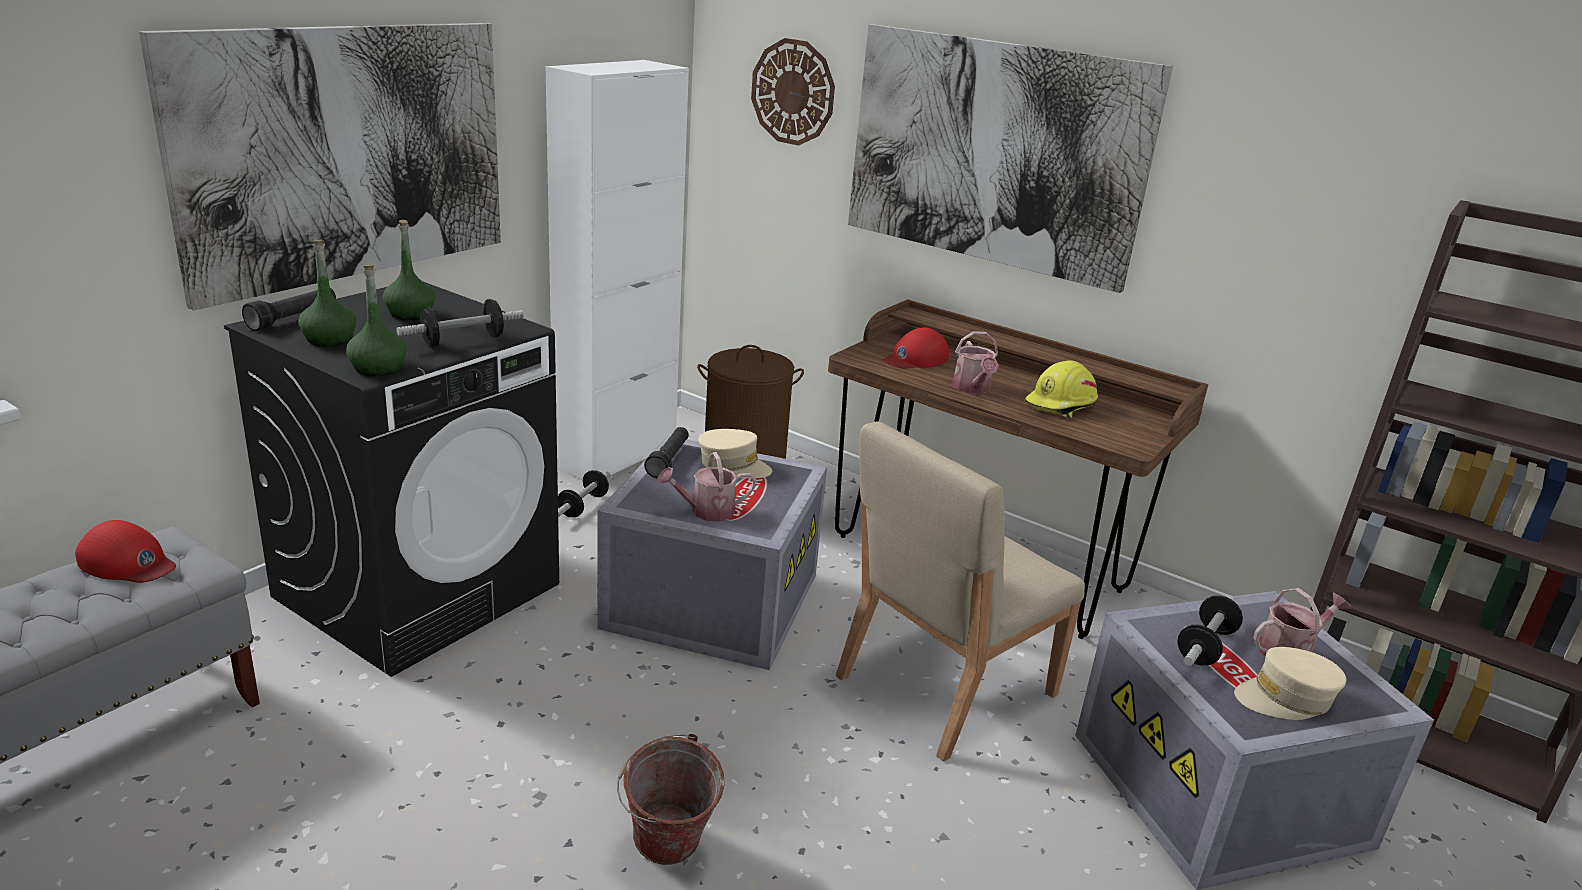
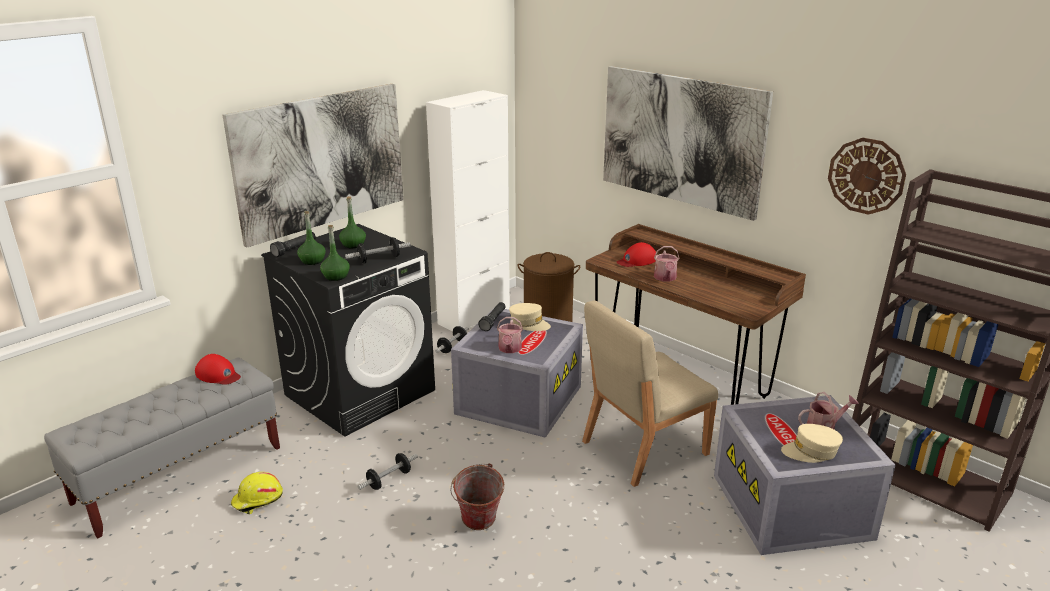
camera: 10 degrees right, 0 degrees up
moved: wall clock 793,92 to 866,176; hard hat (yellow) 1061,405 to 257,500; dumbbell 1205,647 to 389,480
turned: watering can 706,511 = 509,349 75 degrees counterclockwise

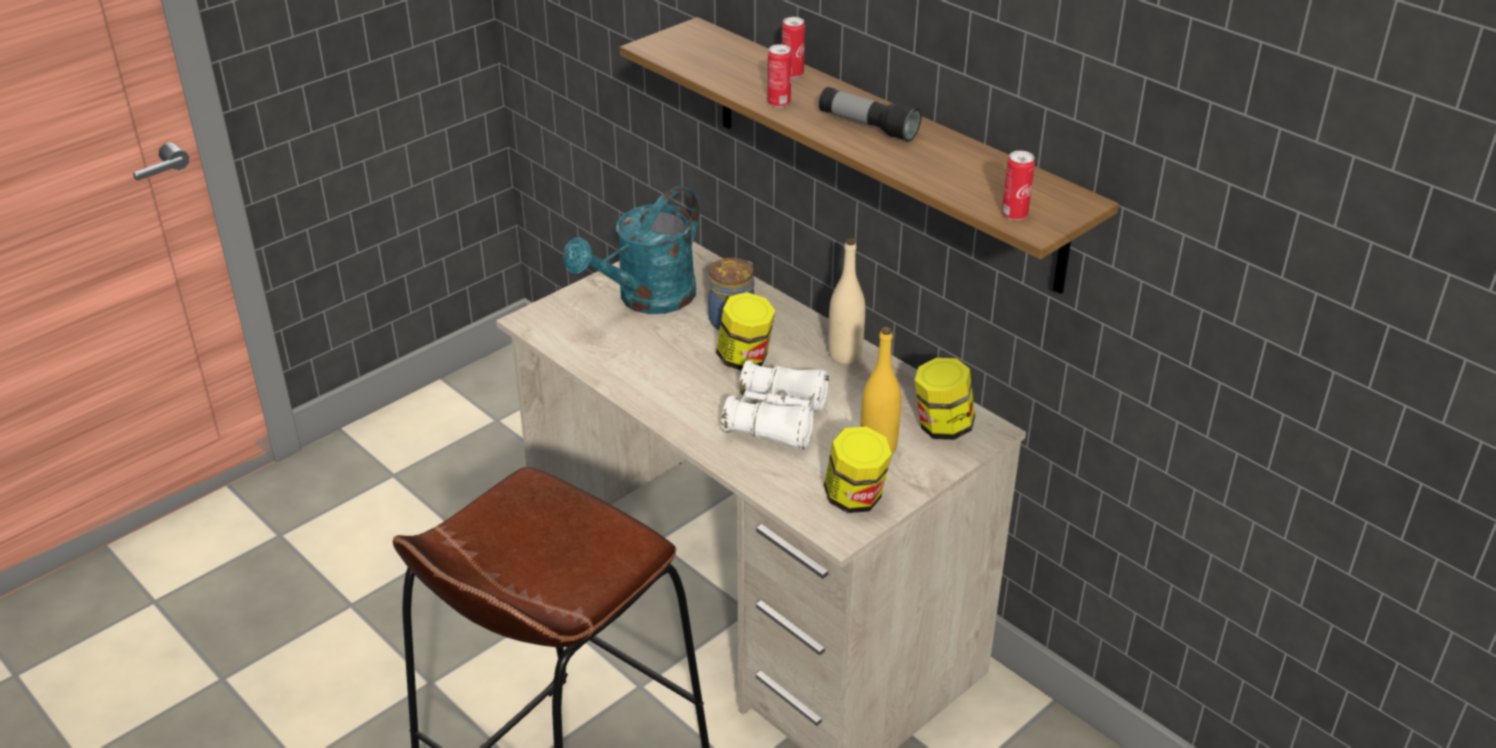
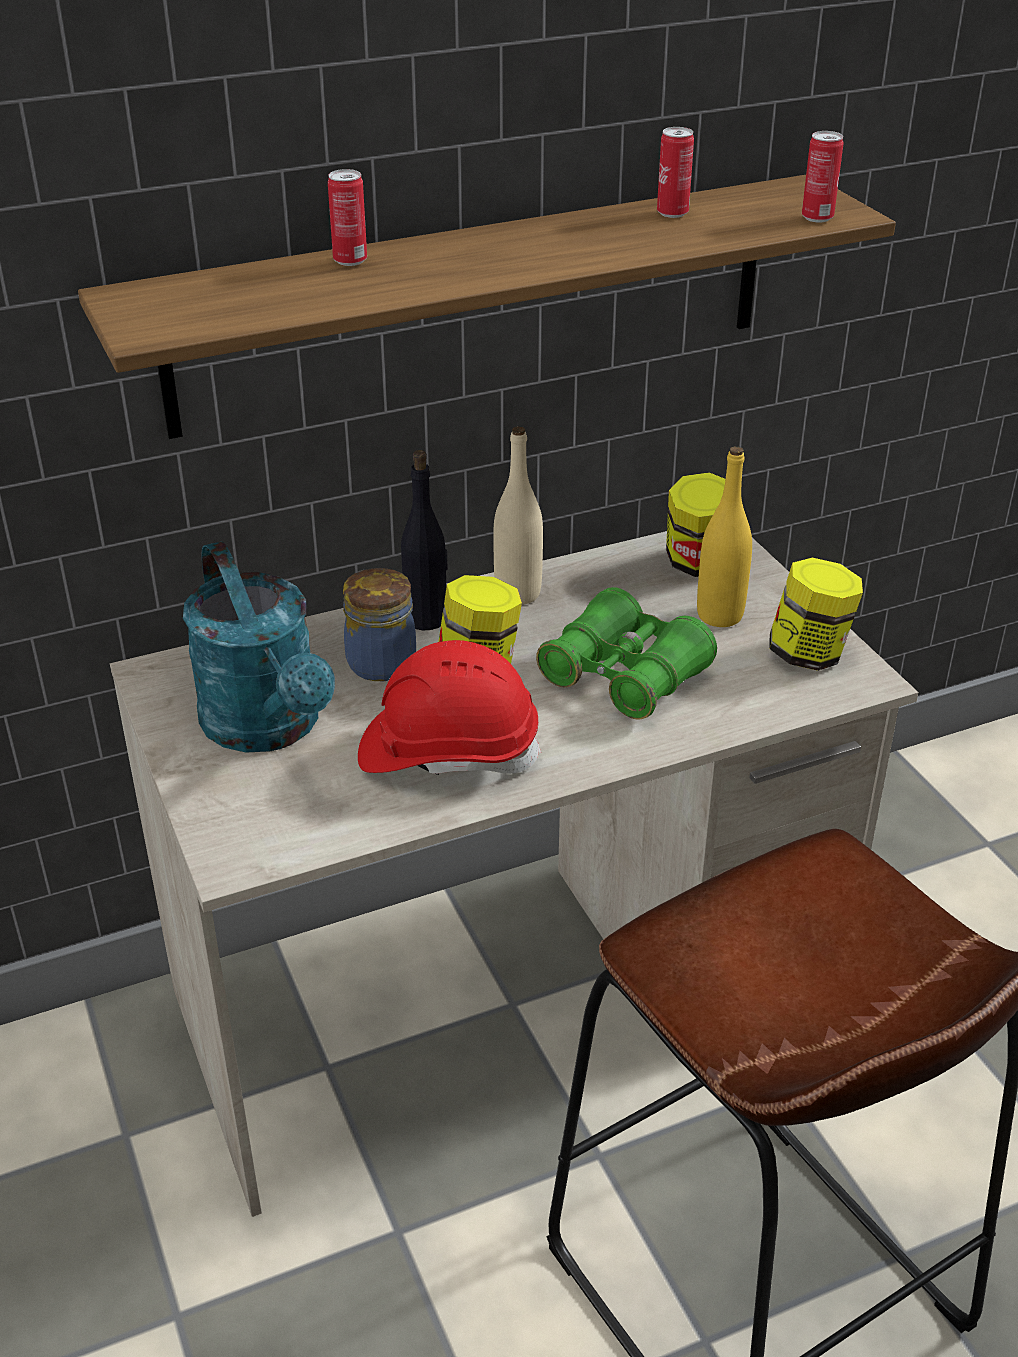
camera: 70 degrees left, 0 degrees up
removed: flashlight 867,127
added: hard hat (red) 448,751; bottle (black) 426,618
moved: can 779,103 to 672,213
recoloured: binoculars (white) 776,419 to binoculars (green) 624,676

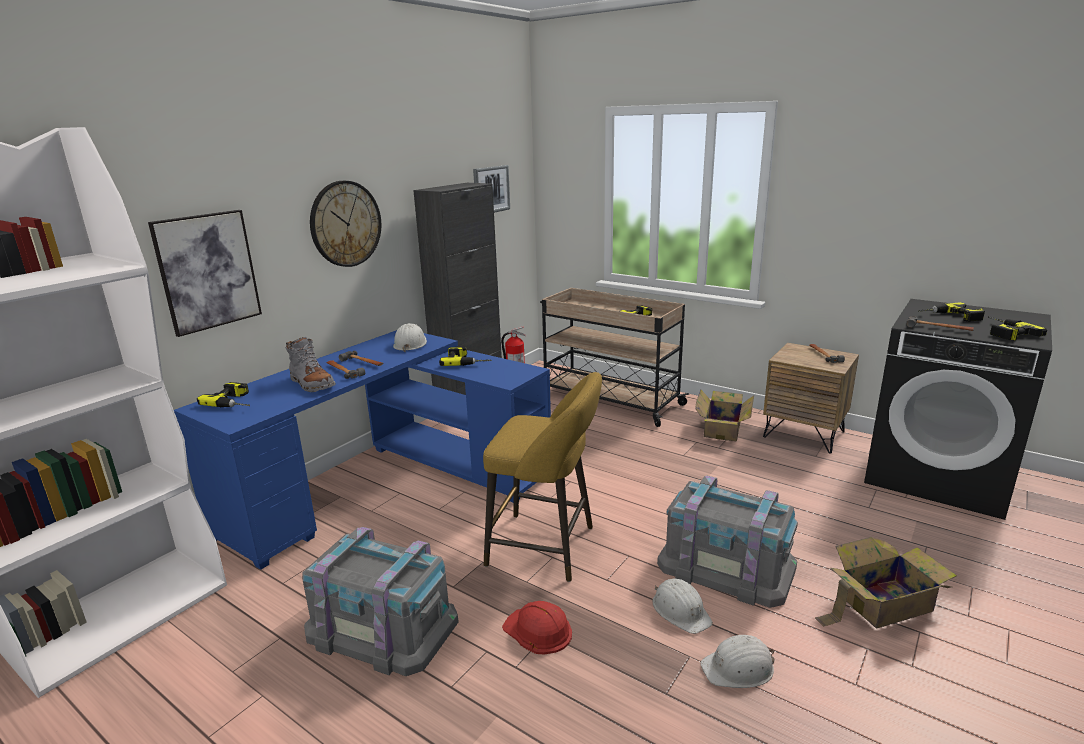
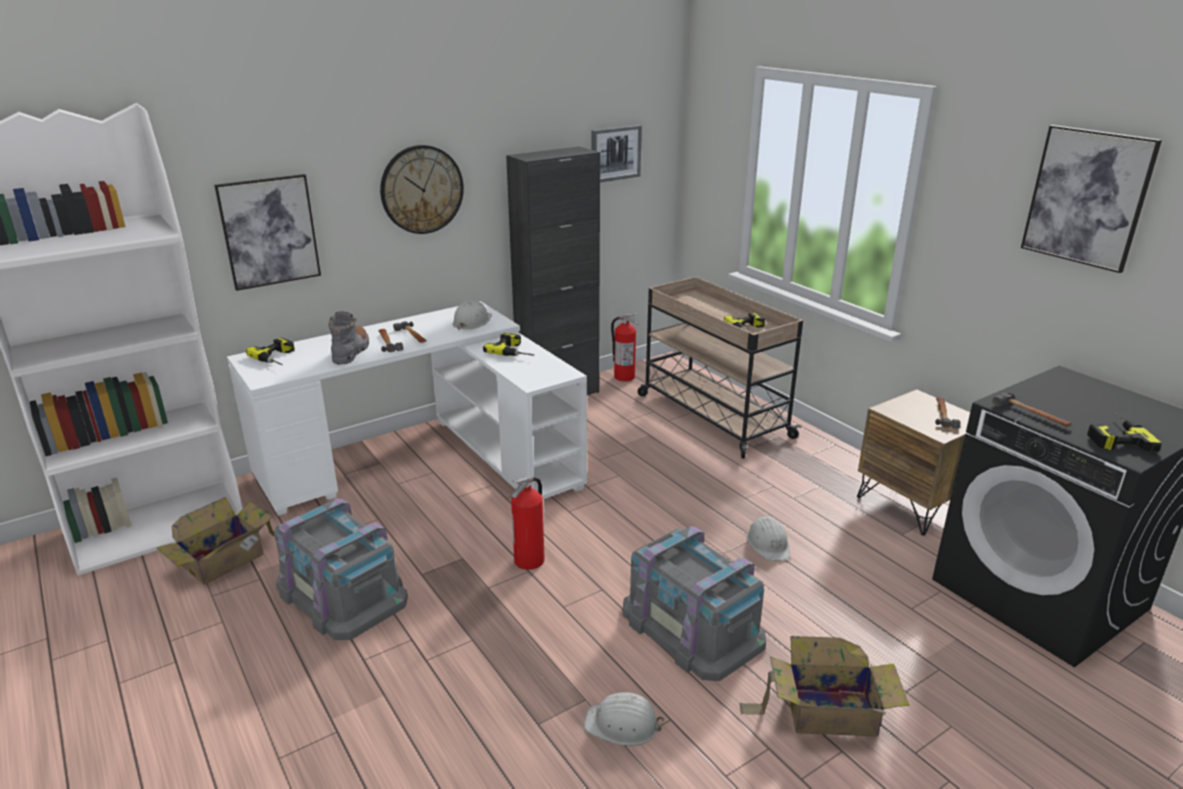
camera: 20 degrees right, 5 degrees up
removed: hard hat (red) 538,630; power drill 950,317
added: picture 1087,197
moved: hard hat (white) 680,610 to 768,544; cardboard box 723,428 to 227,559
replaced: stool (yellow) 547,547 to fire extinguisher 530,560
recoloured: desk (blue) 388,484 to desk (white) 429,460
turned: boot (grey) 312,384 = 351,351 150 degrees counterclockwise

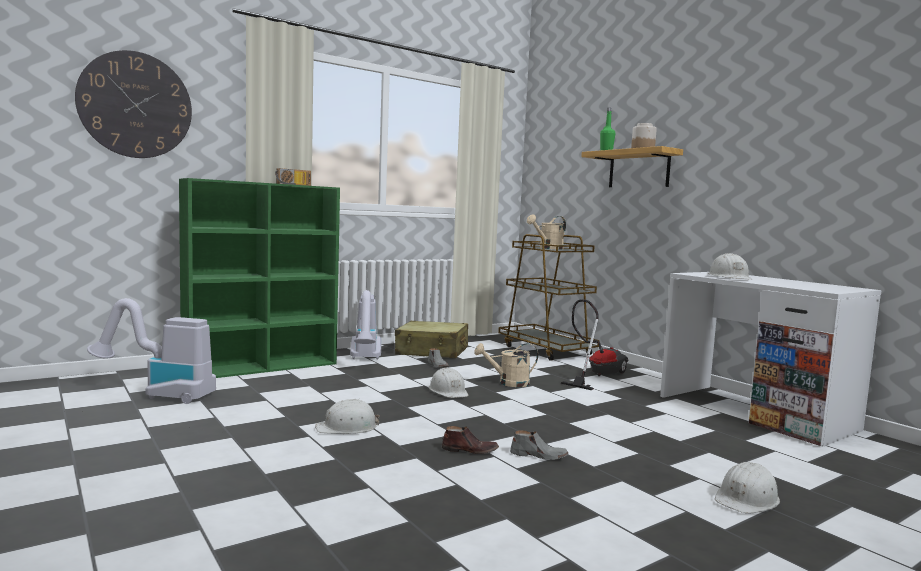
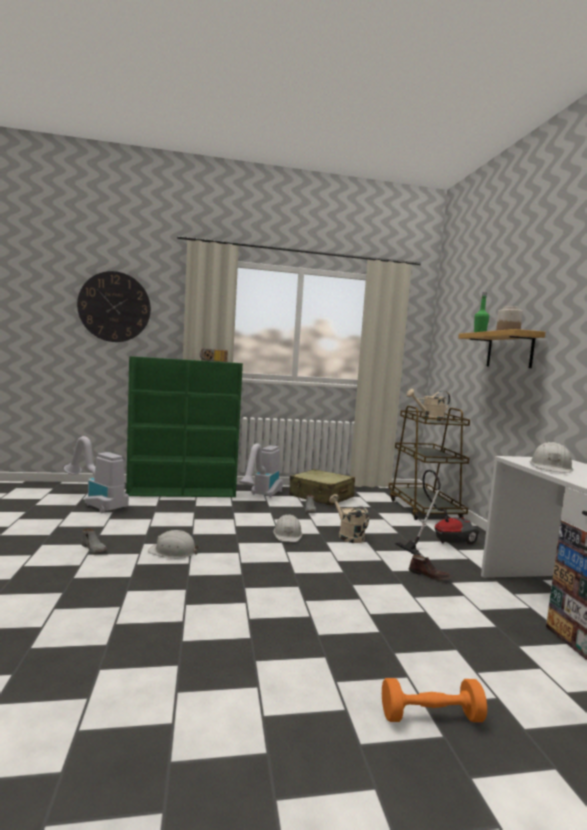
camera: 25 degrees right, 0 degrees up
moved: shoe (brown) 470,450 to 429,575; shoe (grey) 538,456 to 94,548
replaced: hard hat (white) 747,499 to dumbbell (orange) 431,716
turned: watering can (beige) 508,383 = 348,535 45 degrees clockwise

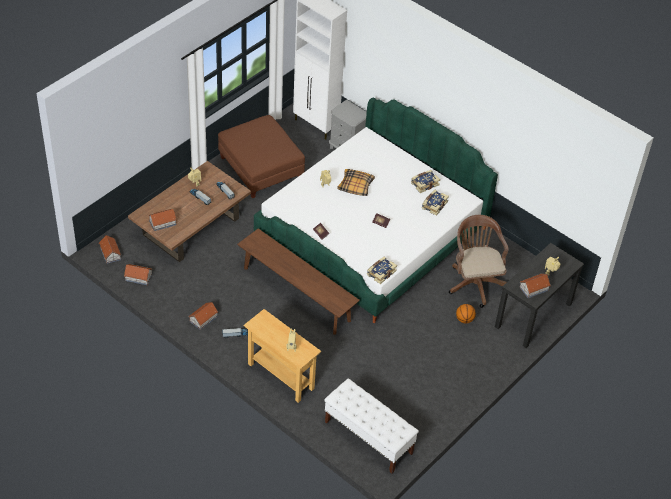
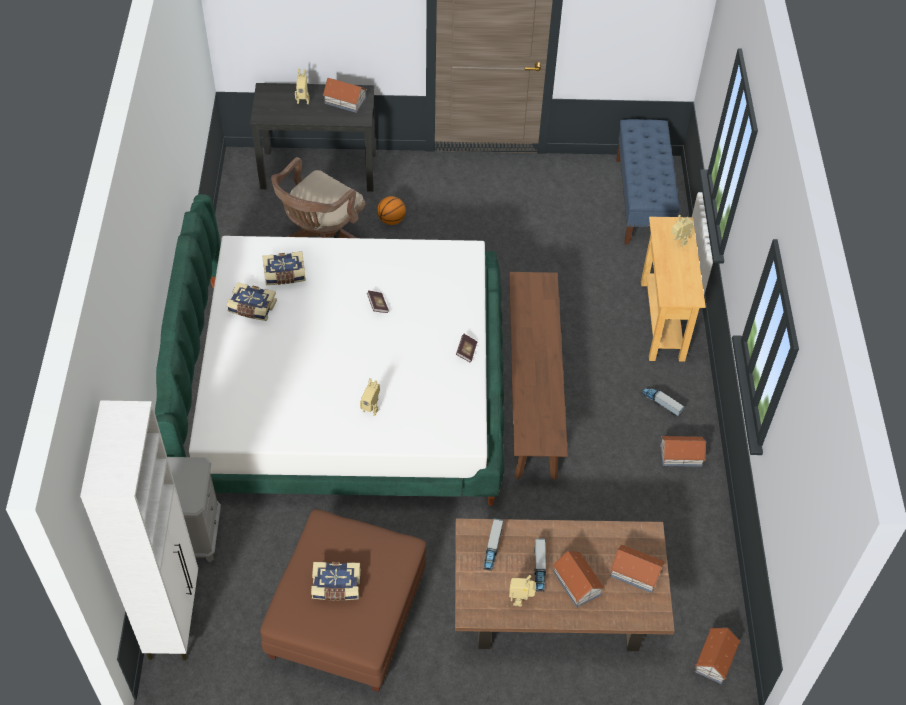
camera: 130 degrees left, 5 degrees up
removed: pillow 355,186
moved: toy house 138,277 to 577,584; book 381,273 to 336,586
recoloured: bench (white) 368,437 to bench (blue) 642,201

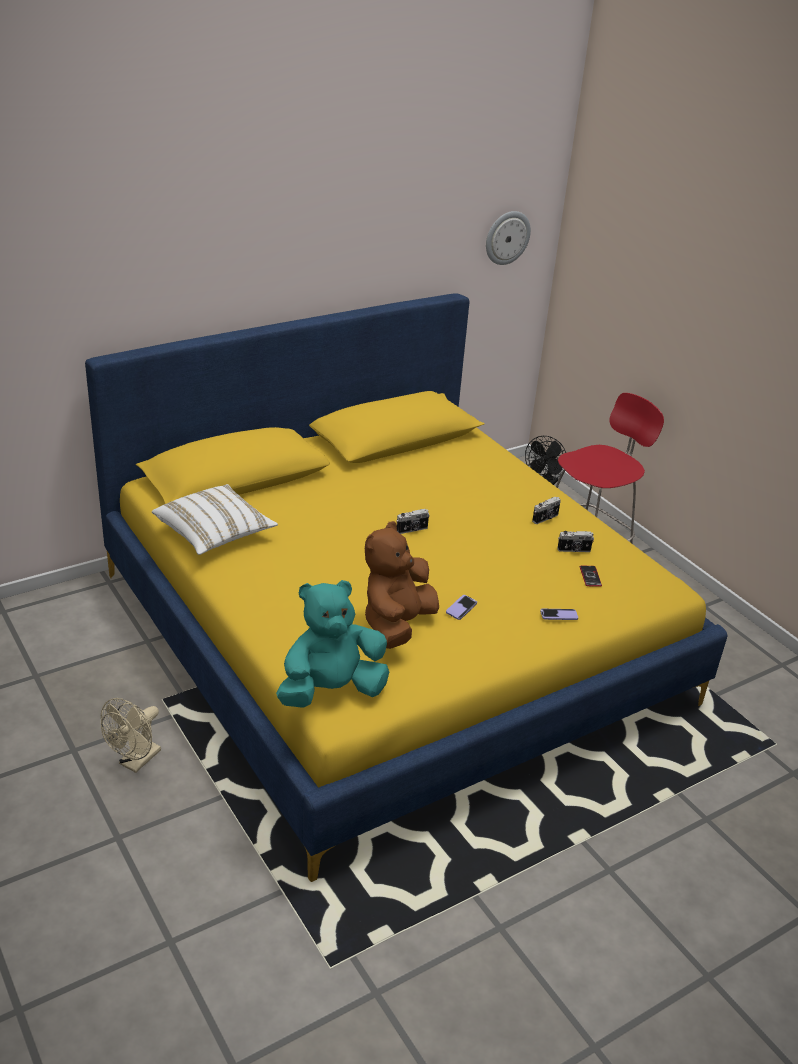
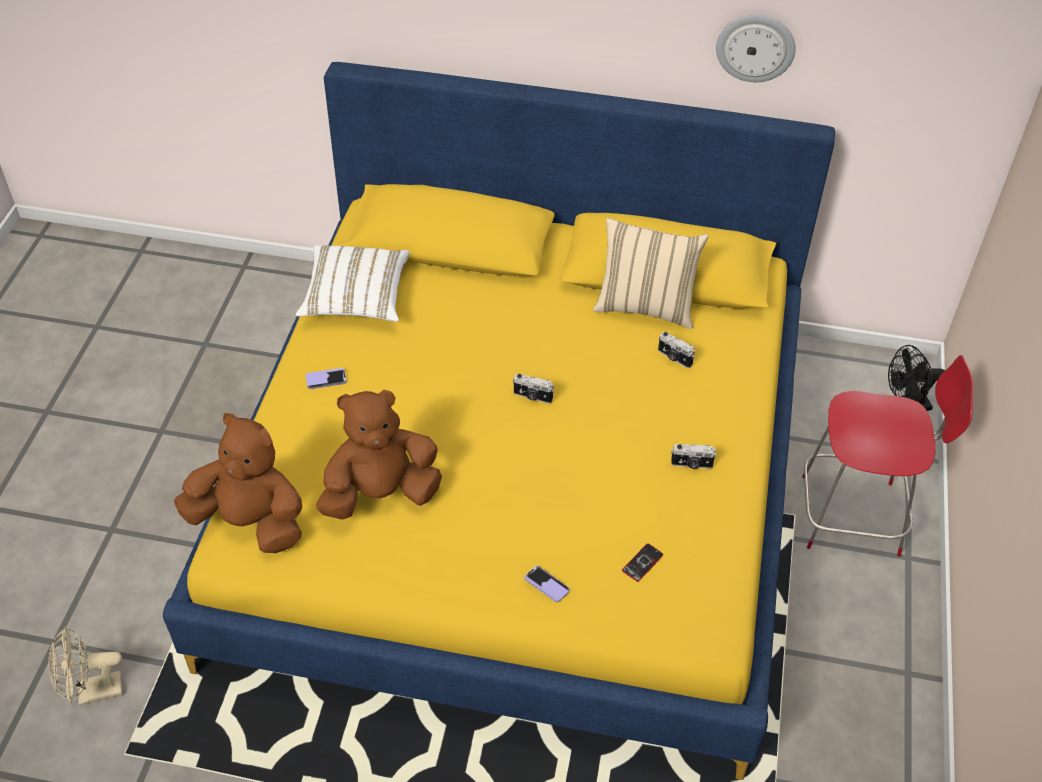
camera: 45 degrees right, 15 degrees up
added: pillow (beige) 645,307
moved: fan (beige) 136,762 to 92,692; phone 461,608 to 326,379; wall clock 507,237 to 755,47; photo camera 574,550 to 674,358
recoloured: plush toy (turquoise) 331,691 to plush toy (brown) 250,522

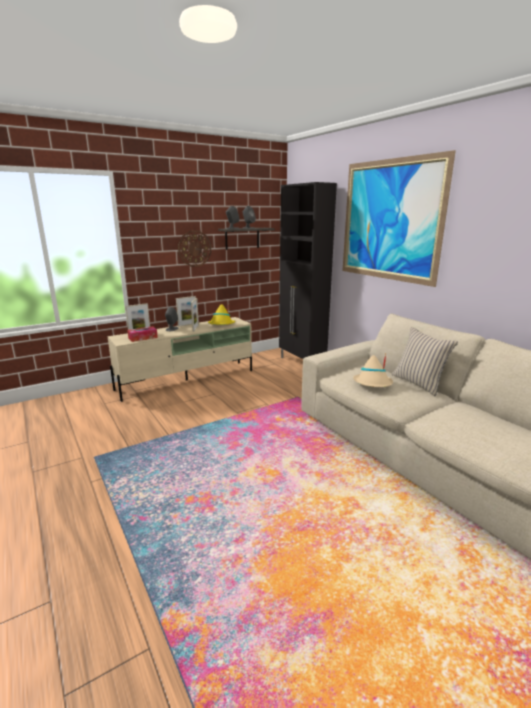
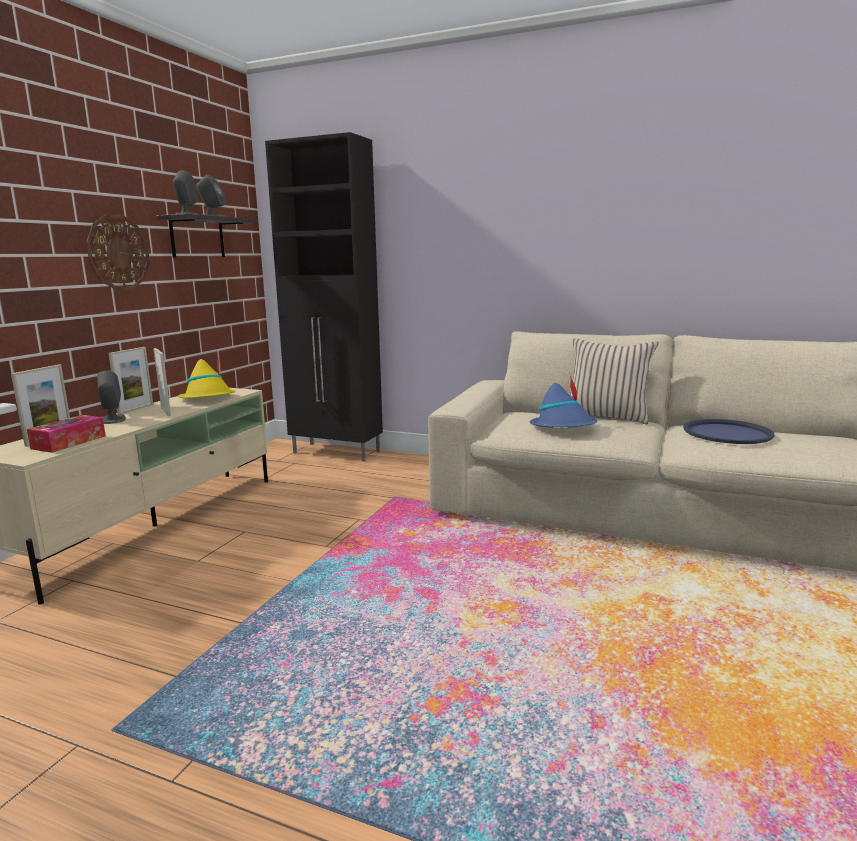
camera: 35 degrees left, 5 degrees down
removed: picture 389,220
added: tray (blue) 727,433
recoloured: hat (beige) 373,384 to hat (blue) 563,427

